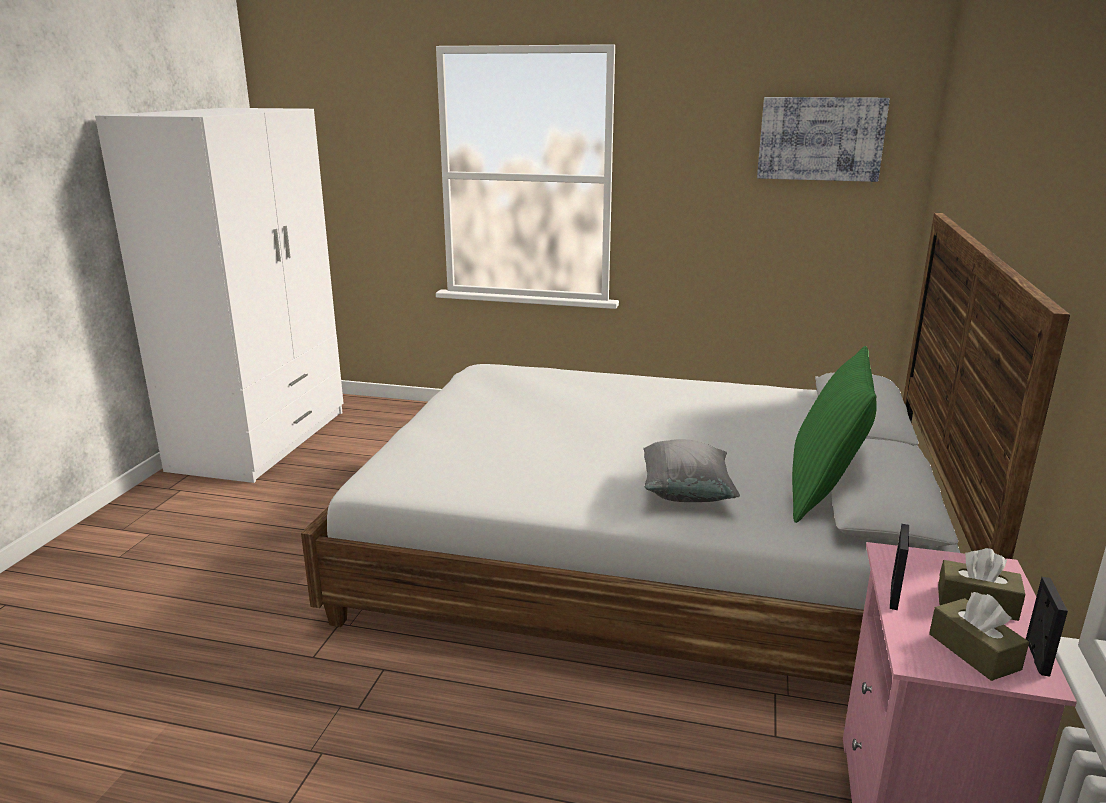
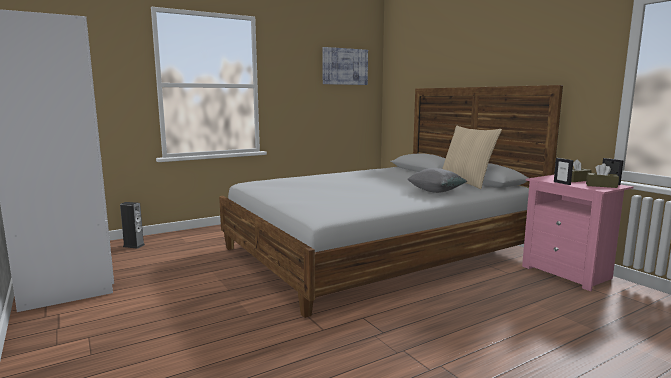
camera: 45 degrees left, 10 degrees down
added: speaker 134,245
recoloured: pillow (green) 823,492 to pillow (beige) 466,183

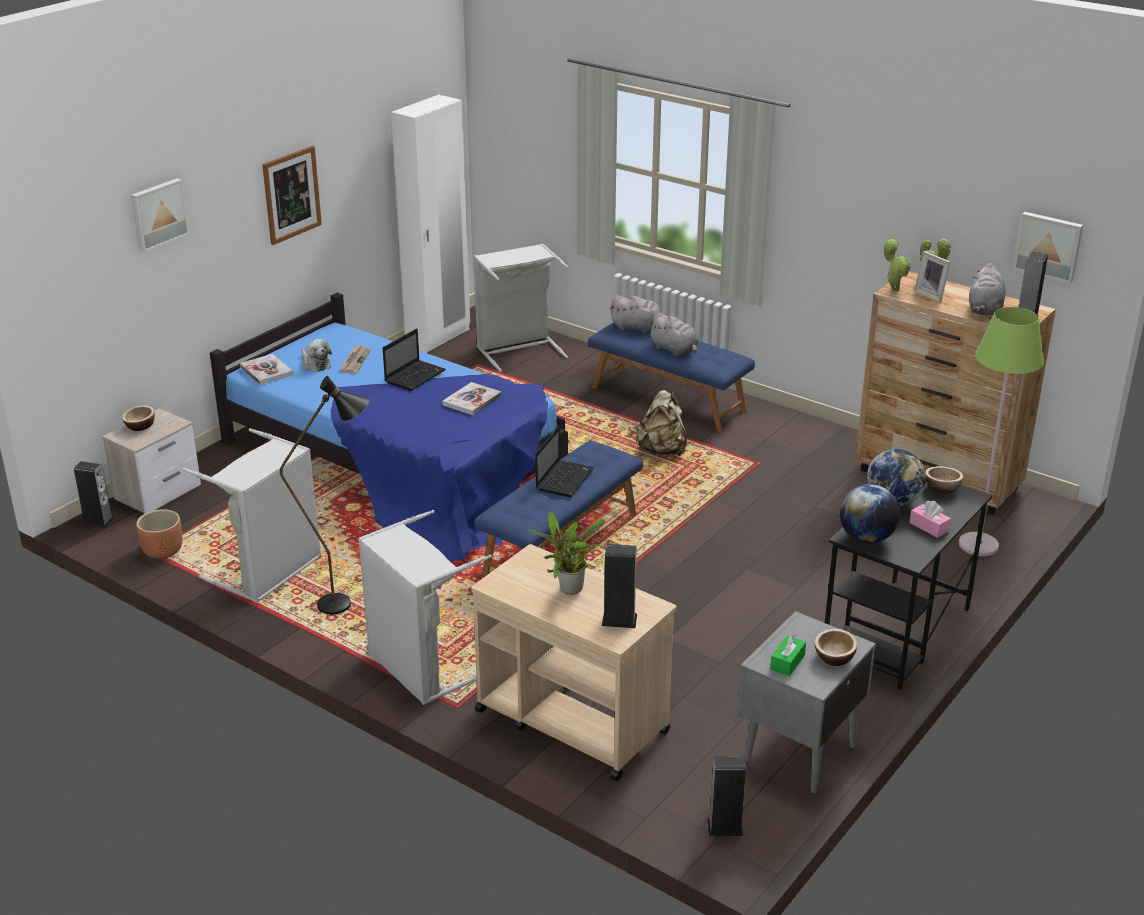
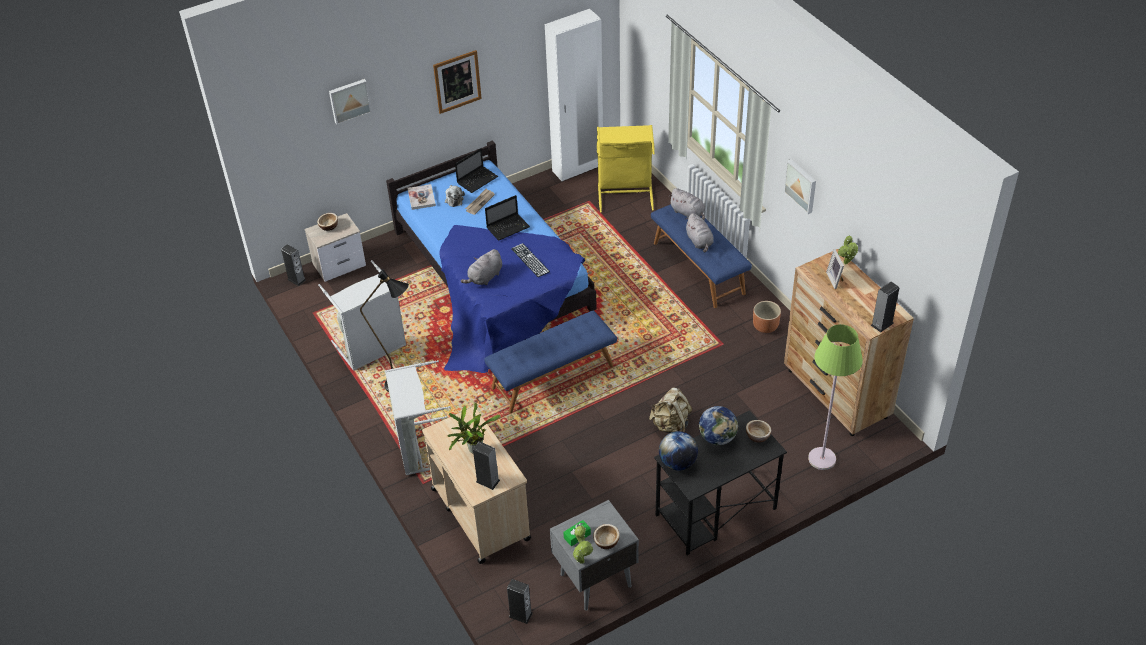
camera: 25 degrees right, 15 degrees up
removed: tissue box (pink) 929,527
moved: planter (brown) 163,551 to 765,327; laptop 565,479 to 478,179; backpack (beige) 661,450 to 670,425; potted plant 894,289 to 581,559; plush toy (grey) 984,310 to 484,278; picture 1049,246 to 801,185
replaced: book 472,400 to keyboard 530,260
recoloured: laundry basket (grey) 518,349 to laundry basket (yellow) 625,193

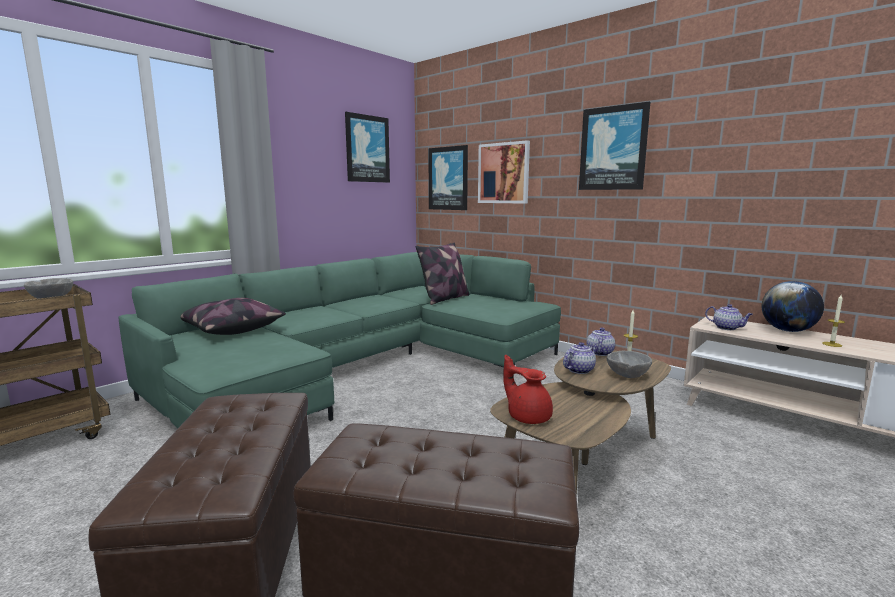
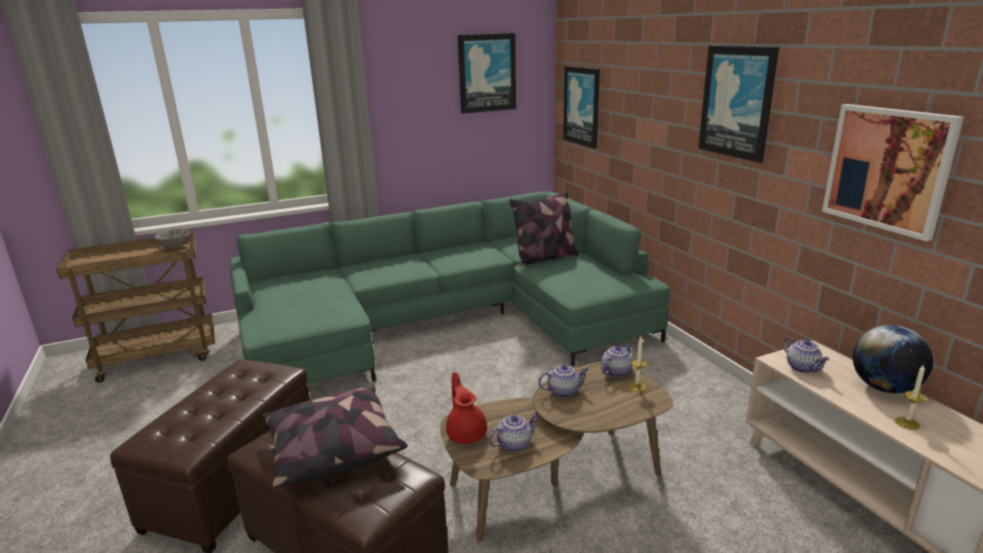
camera: 25 degrees right, 10 degrees up
removed: bowl (grey) 627,376
added: teapot 514,444
moved: pillow 231,329 to 333,450; picture 503,173 to 887,169

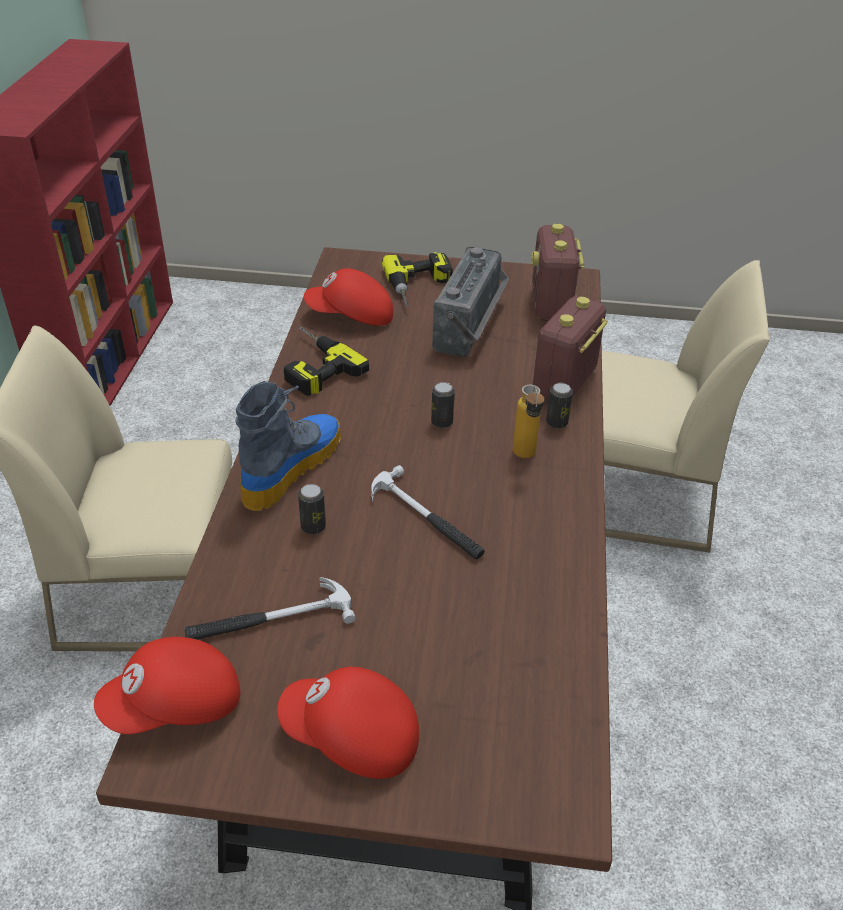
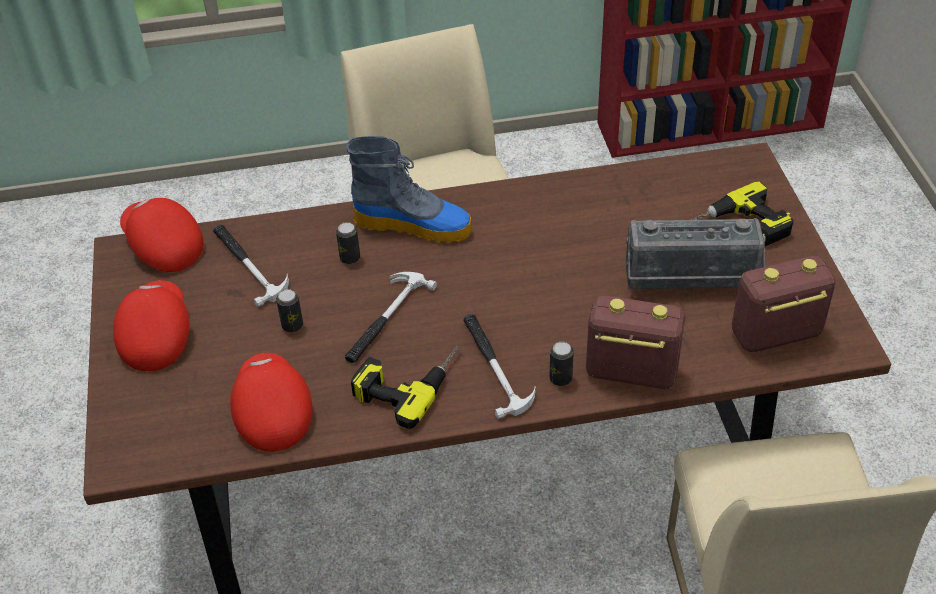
camera: 75 degrees right, 5 degrees up
moved: power drill 311,365 to 407,380; cap (red) 351,316 to 271,412; can 442,422 to 292,325
replaced: bottle 525,458 to hammer 494,366

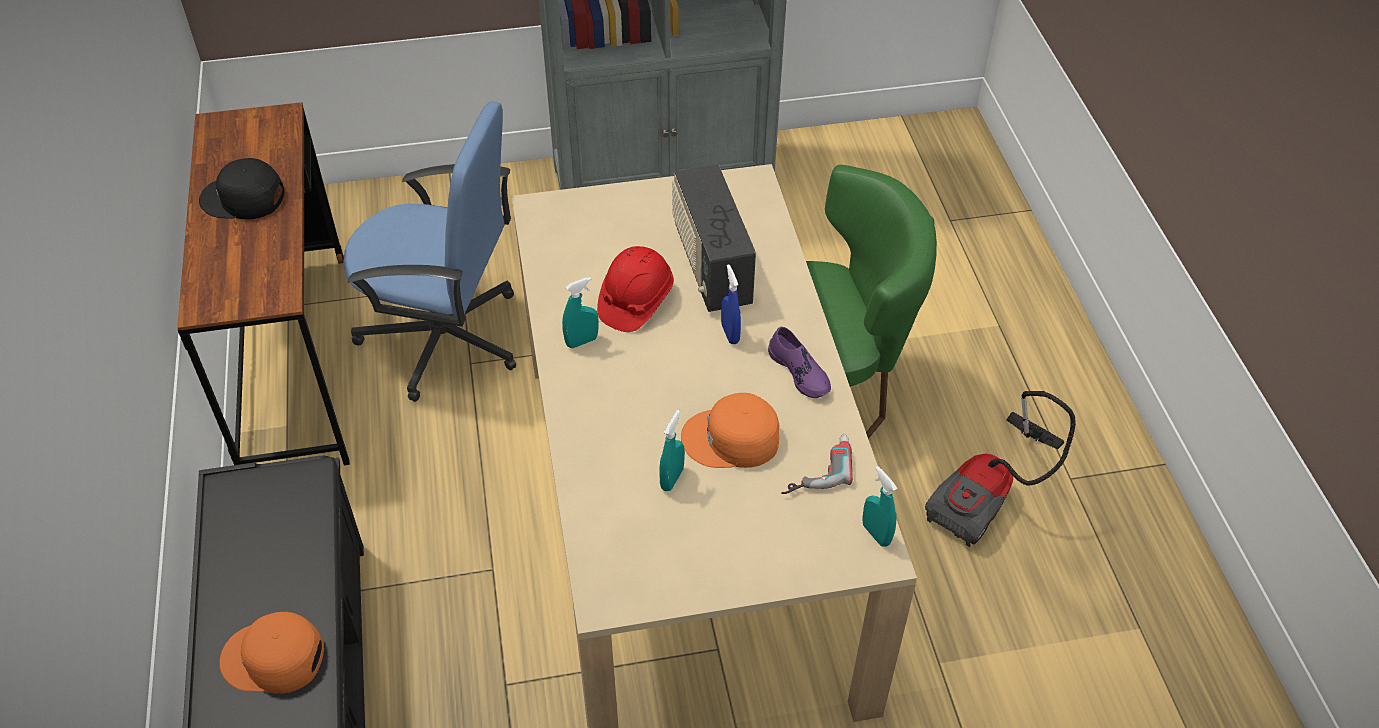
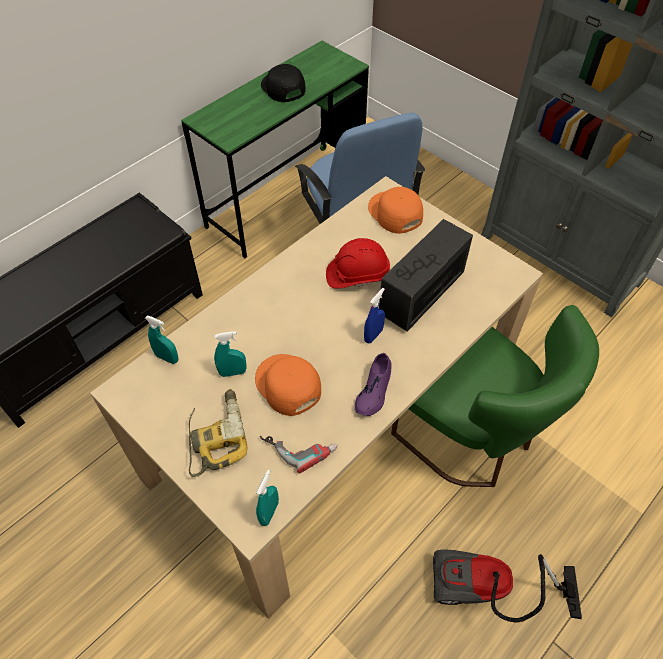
camera: 55 degrees right, 5 degrees up
added: power drill 216,435
moved: cap (orange) 273,659 to 394,213; spray bottle (turquoise) 582,341 to 167,358
recoloured: desk (brown) 295,361 to desk (green) 286,199

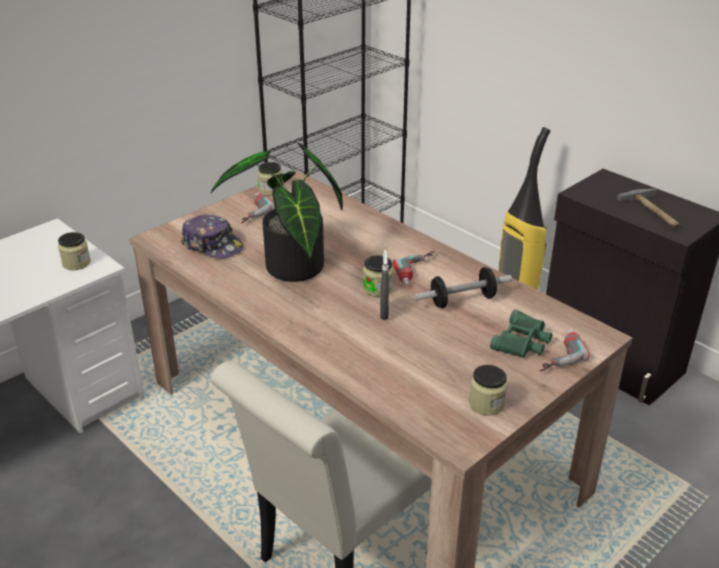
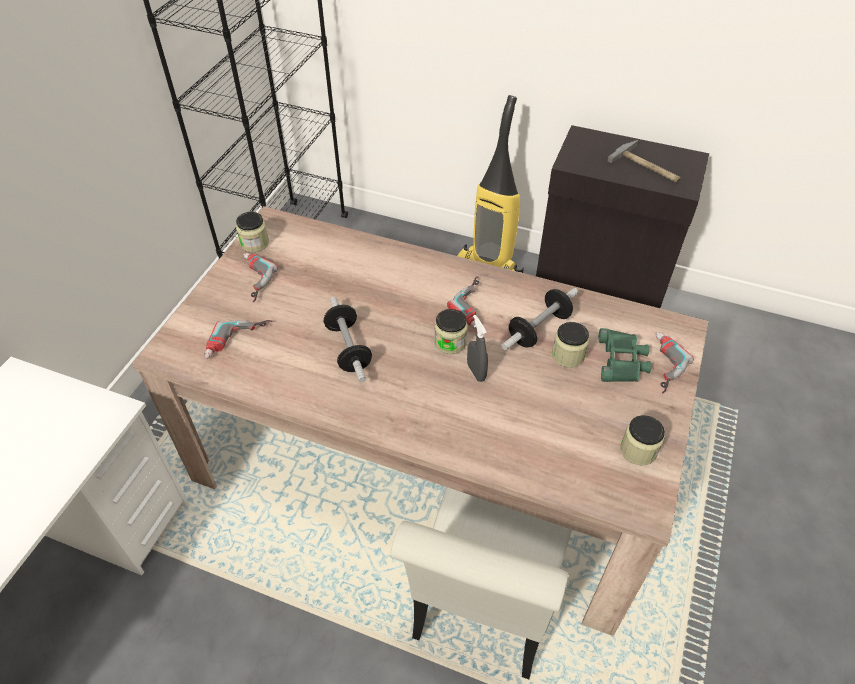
camera: 25 degrees left, 15 degrees up
moved: jar 76,263 to 568,355
replaced: cap 212,245 to power drill 238,342; potted plant 292,271 to dumbbell 348,349

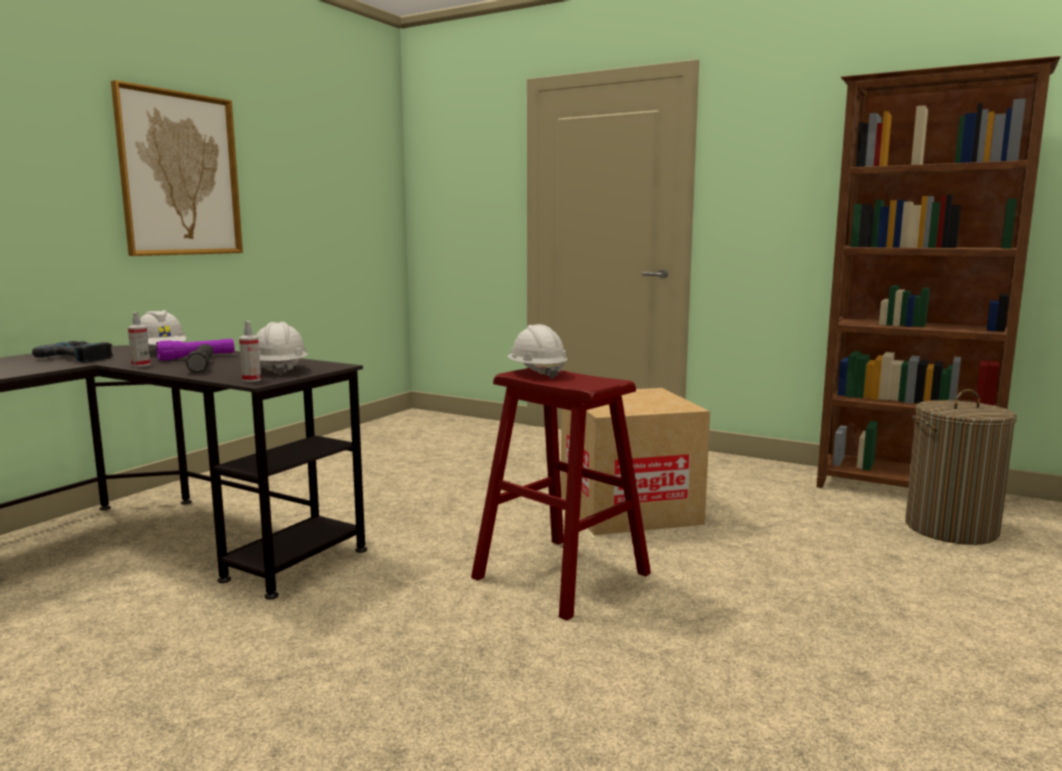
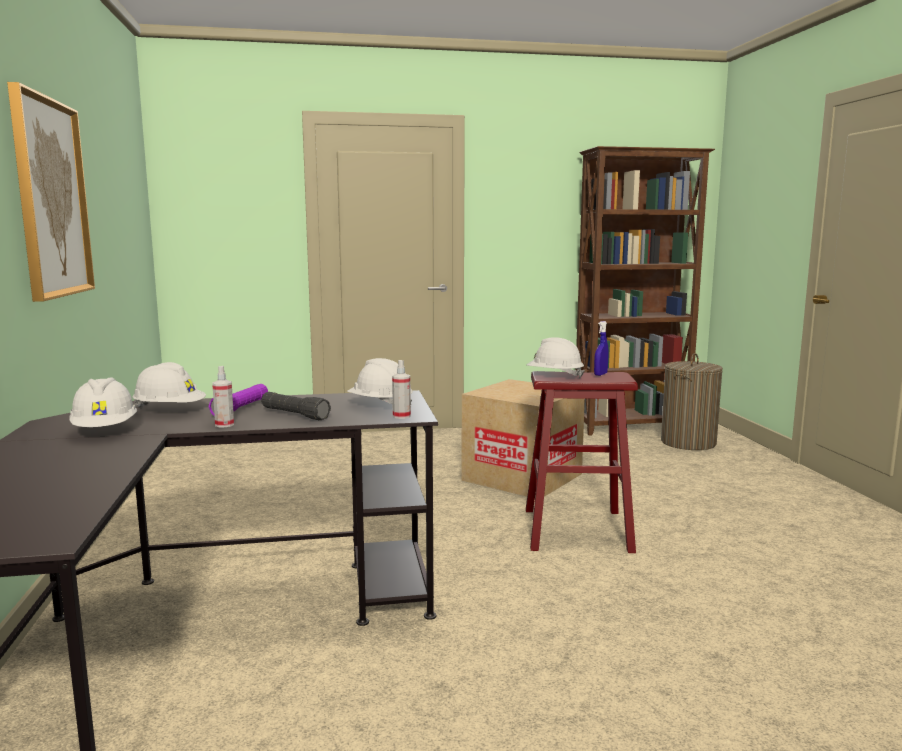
camera: 40 degrees left, 0 degrees up
added: spray bottle (blue) 600,374
replaced: power drill 81,357 to hard hat (white) 105,430

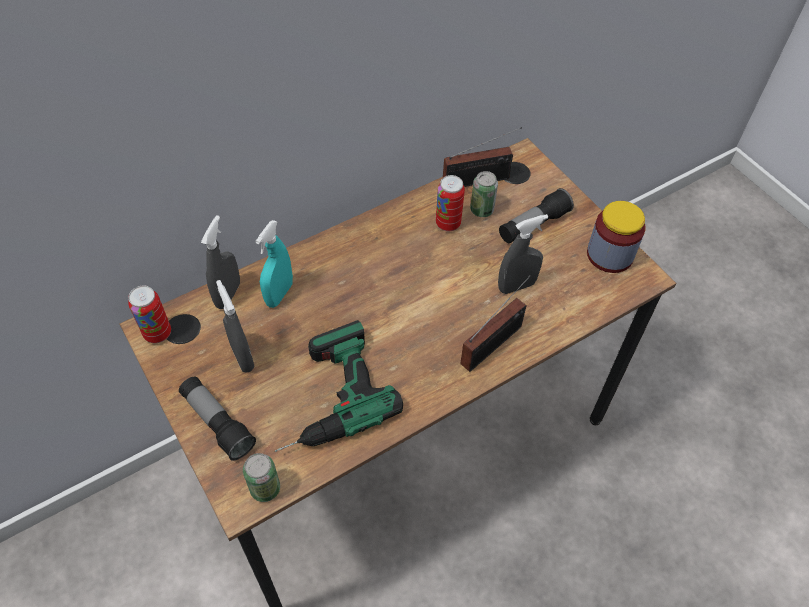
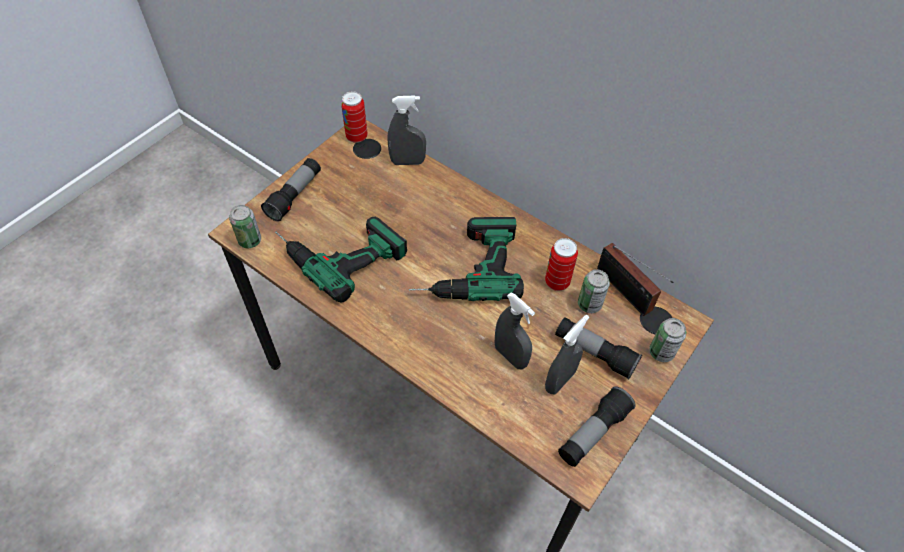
camera: 70 degrees right, 0 degrees up
removed: spray bottle (turquoise) 279,294; radio 495,343
added: power drill 464,266; can 661,352
moved: spray bottle (grey) 242,357 to 560,380
replaced: jar 609,255 to flashlight 593,432

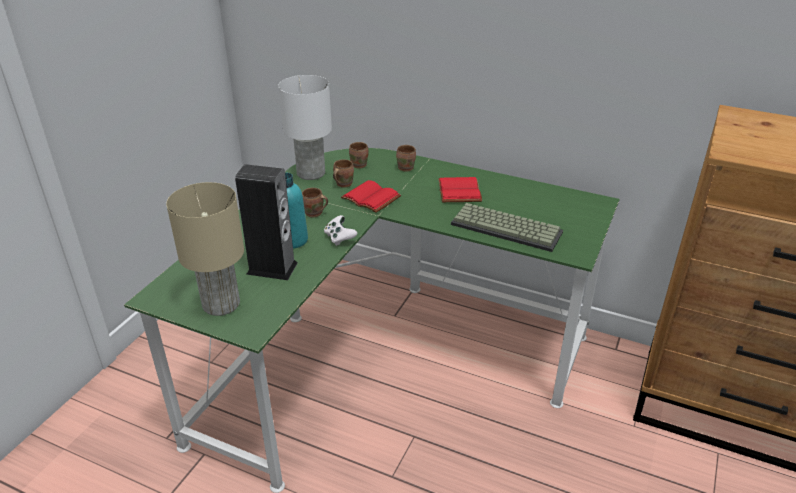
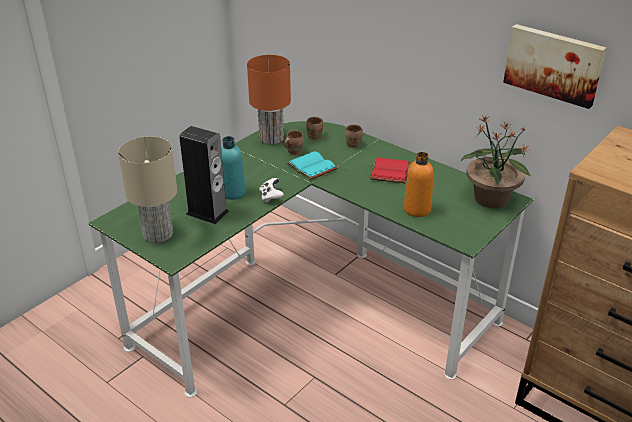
camera: 15 degrees right, 0 degrees up
removed: mug (brown) 314,214
added: potted plant 491,199; picture 554,64
replaced: keyboard 508,228 to bottle (orange) 417,209
recoloured: table lamp (white) 310,173 to table lamp (orange) 270,139; book (red) 372,198 to book (turquoise) 313,167

